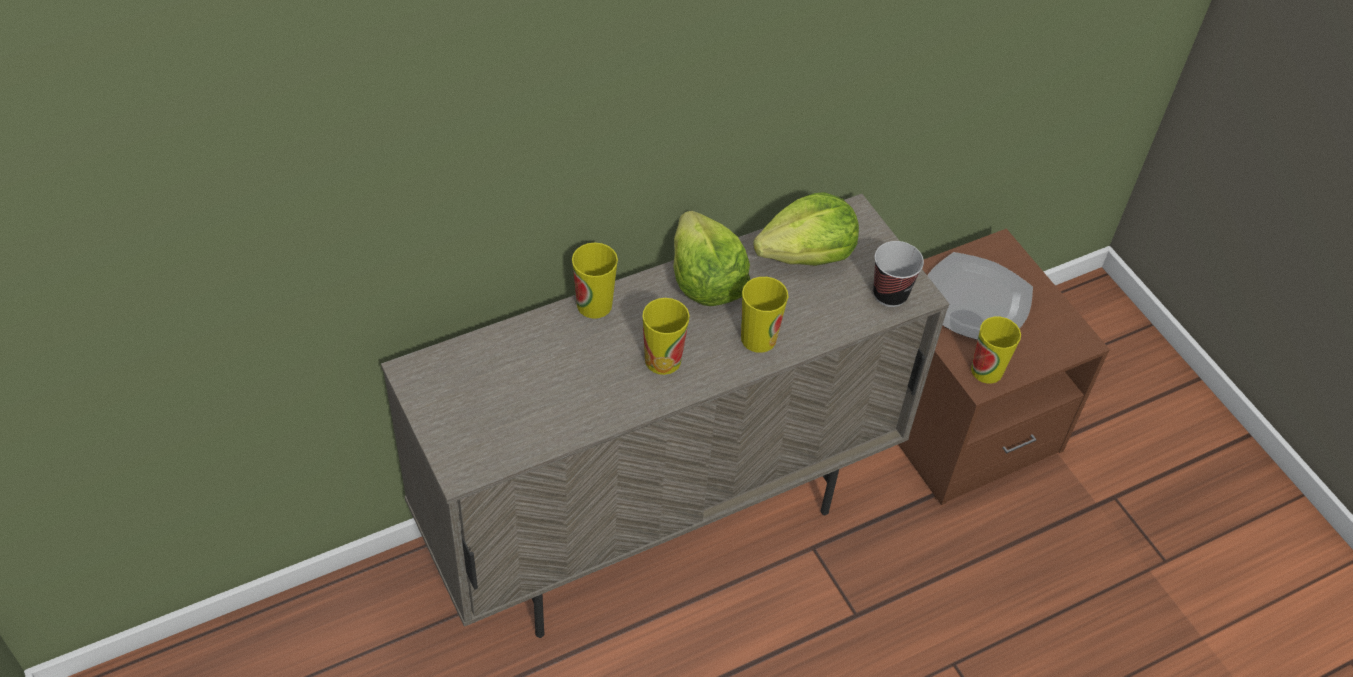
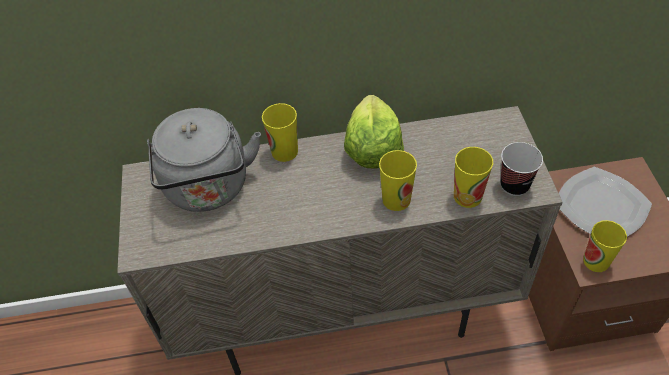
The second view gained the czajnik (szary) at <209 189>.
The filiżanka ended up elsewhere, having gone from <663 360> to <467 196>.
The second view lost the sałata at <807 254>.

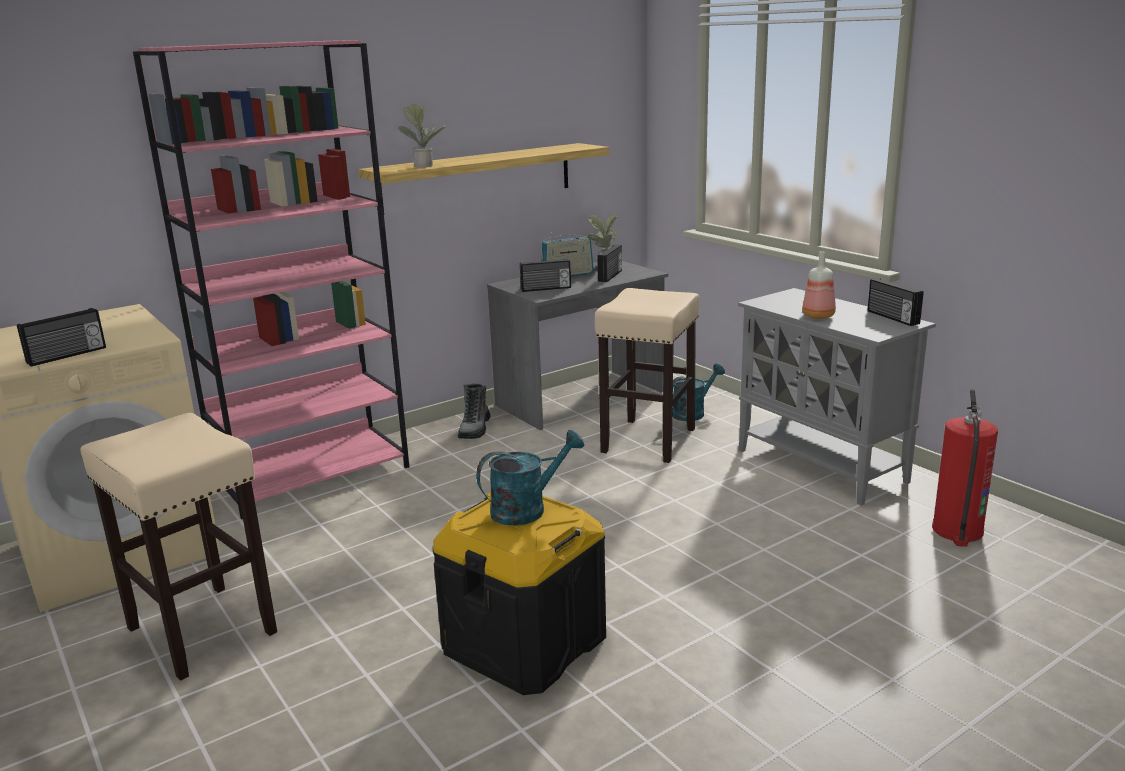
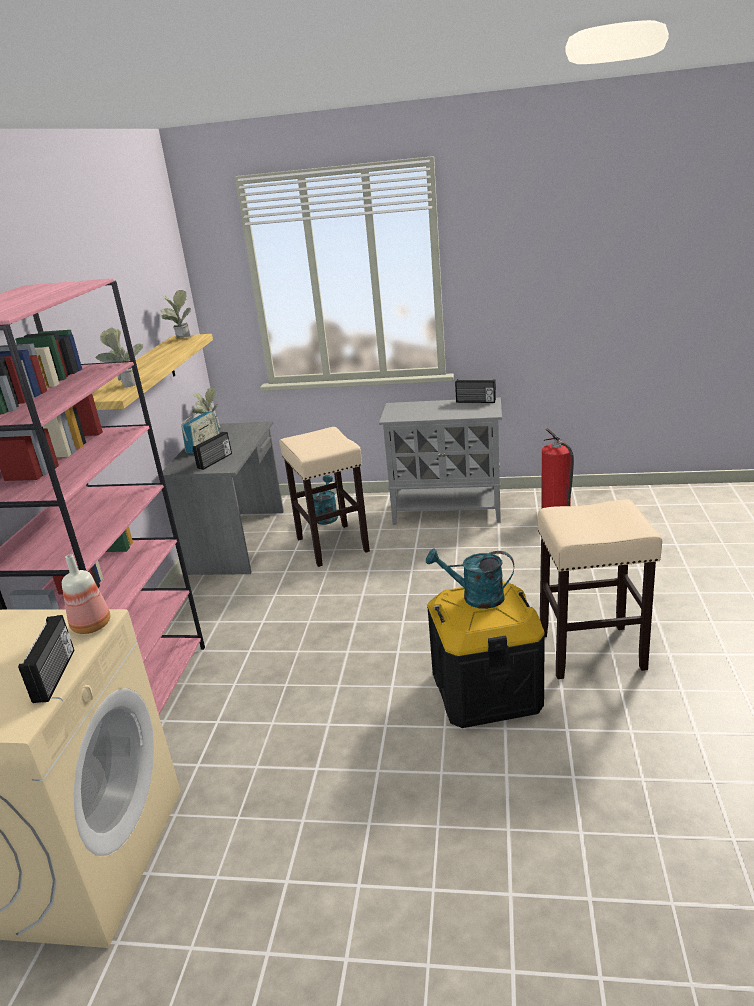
The butelka ended up elsewhere, having gone from <819 316> to <93 625>.
The second view gained the roślina doniczkowa at <181 339>.
The konewka (turkusowy) at <527 509> ended up facing another way, 90 degrees counterclockwise from before.
The stołek (beżowy) ended up elsewhere, having gone from <203 631> to <592 651>.
The second view lost the but z cholewką at <475 429>.
The second view lost the radio at <611 276>.

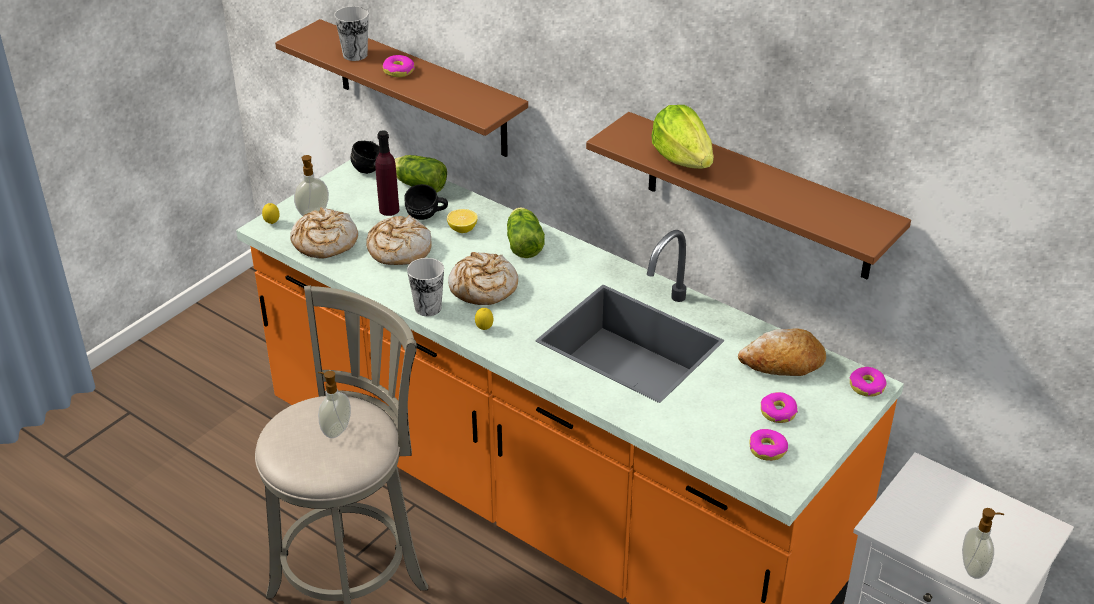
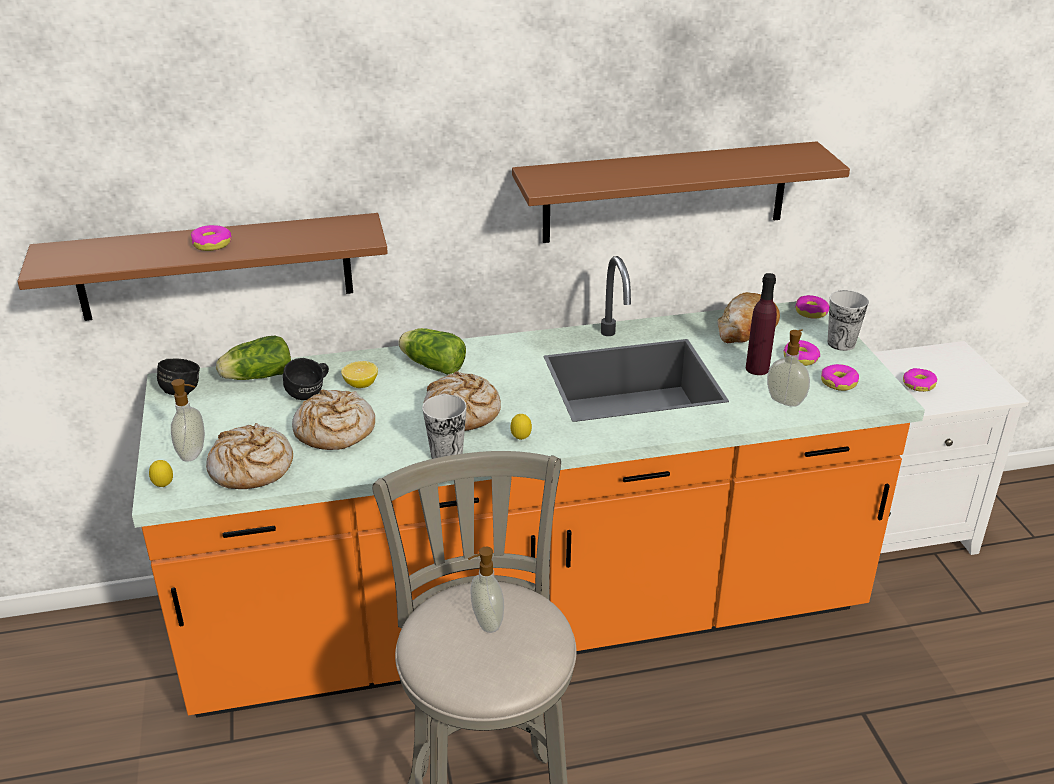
The butelka (fioletowy) ended up elsewhere, having gone from <389 210> to <757 369>.
The dozownik mydła ended up elsewhere, having gone from <974 568> to <785 400>.
The filiżanka ended up elsewhere, having gone from <355 55> to <841 343>.
The second view gained the donut at <918 384>.
The second view lost the sałata at <682 159>.

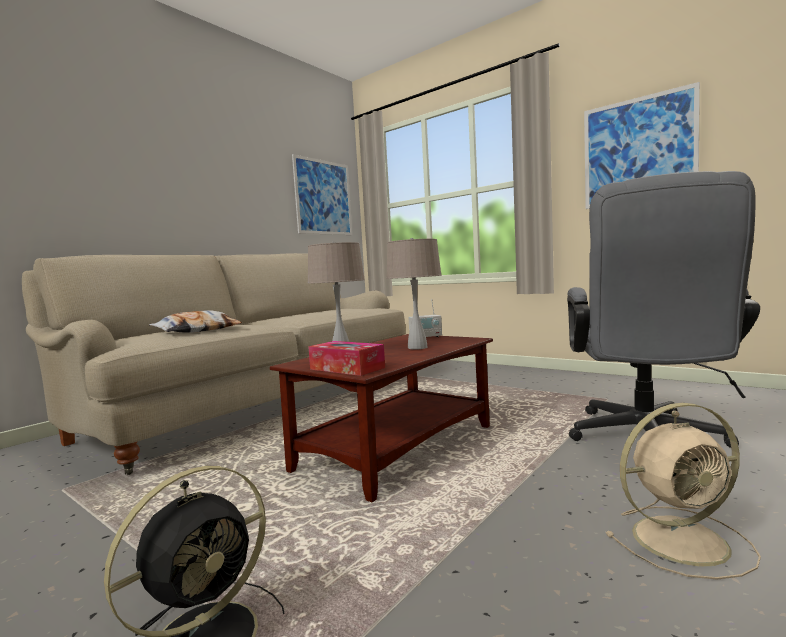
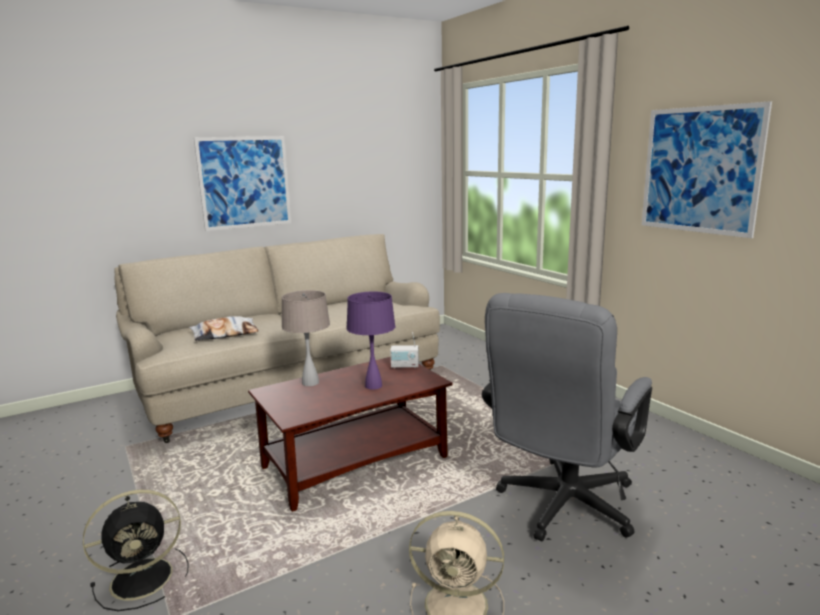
The obraz ended up elsewhere, having gone from <323 197> to <245 182>.
What was the lampa stołowa (beżowy) at <418 347> turned into the lampa stołowa (fioletowy) at <374 386>.
The second view lost the pudełko chusteczek at <347 368>.

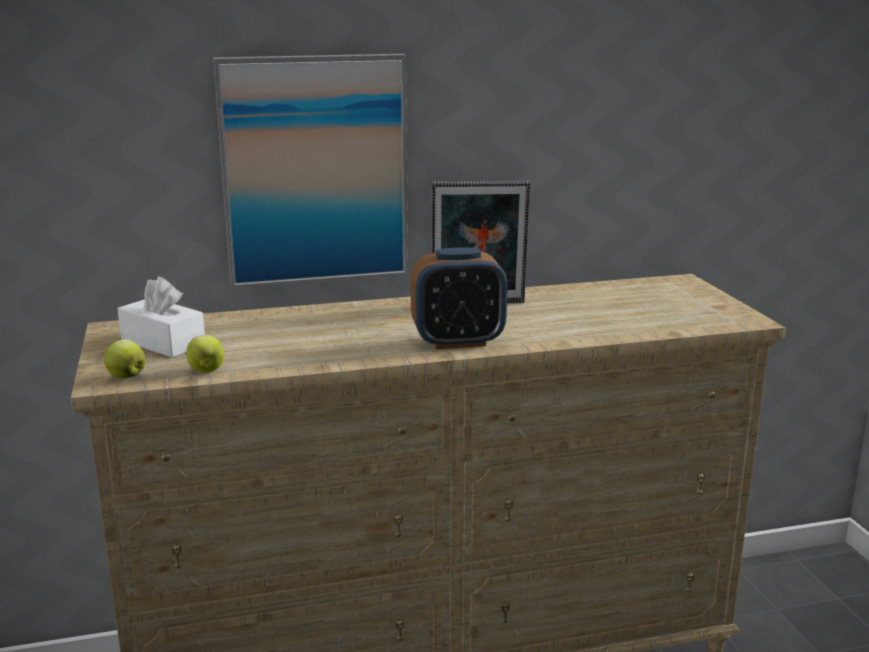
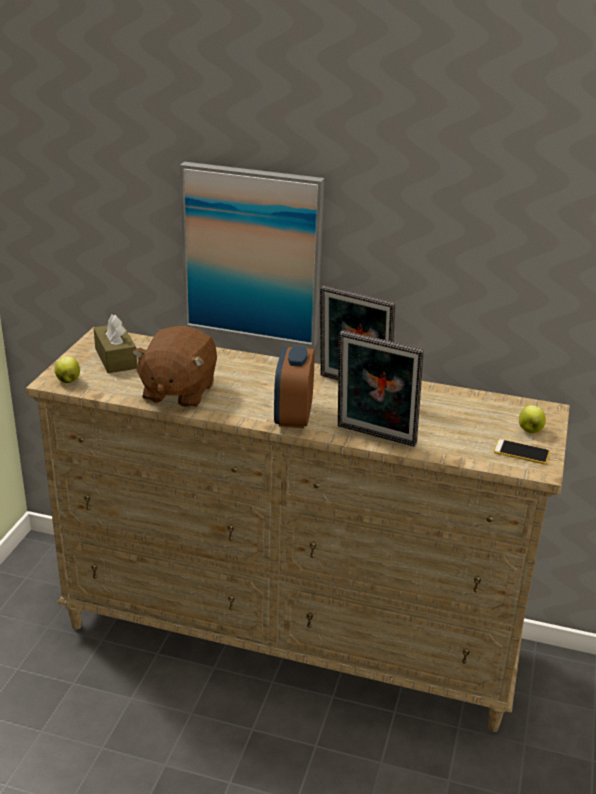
What was the pudełko chusteczek (biały) at <163 343> turned into the pudełko chusteczek (brązowy) at <116 358>.
The second view gained the pluszak (brązowy) at <178 392>.
The budzik at <458 341> ended up facing another way, 75 degrees clockwise from before.
The second view gained the ramka na zdjęcie at <374 437>.
The second view gained the telefon at <521 452>.
The jabłko ended up elsewhere, having gone from <206 371> to <530 430>.

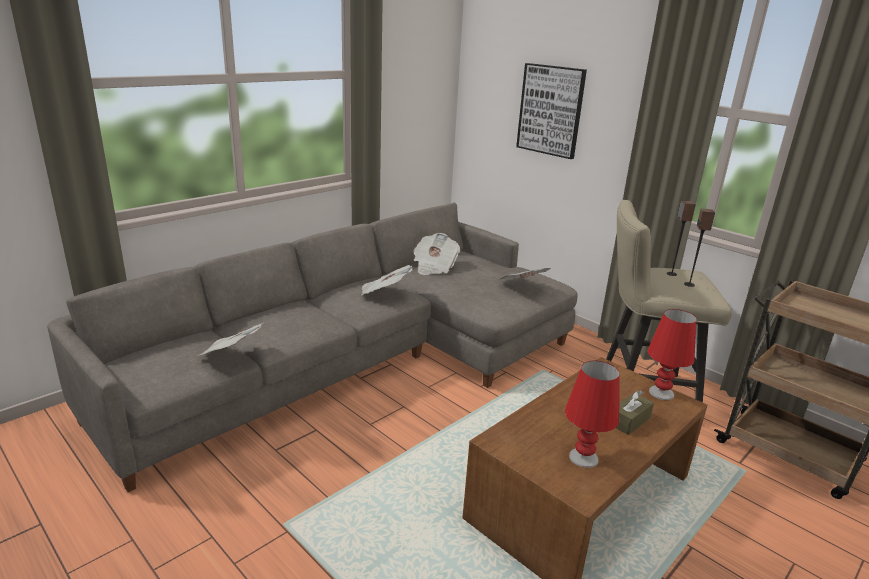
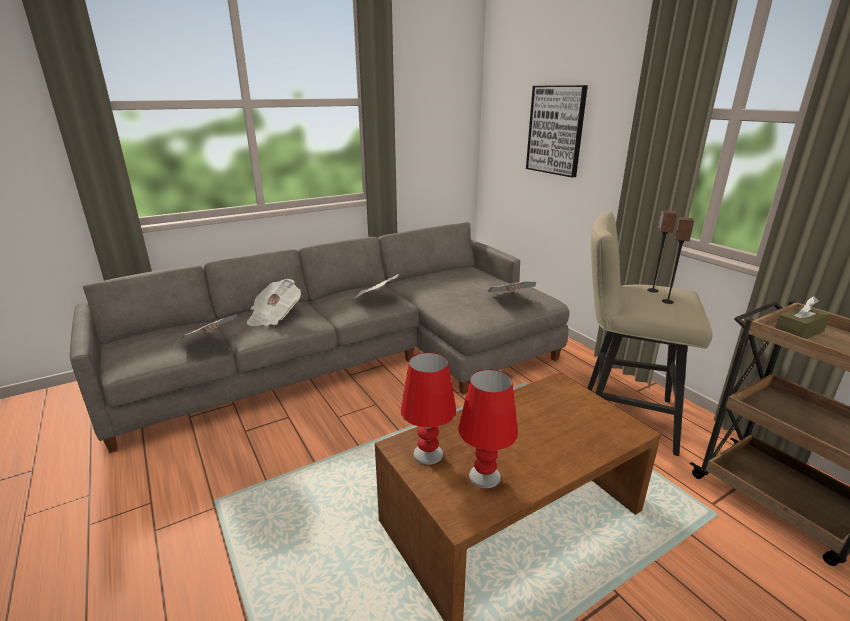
The gazeta ended up elsewhere, having gone from <434 267> to <274 316>.
The lampa stołowa (czerwony) ended up elsewhere, having gone from <661 393> to <428 454>.
The pudełko chusteczek (brązowy) ended up elsewhere, having gone from <629 421> to <798 332>.

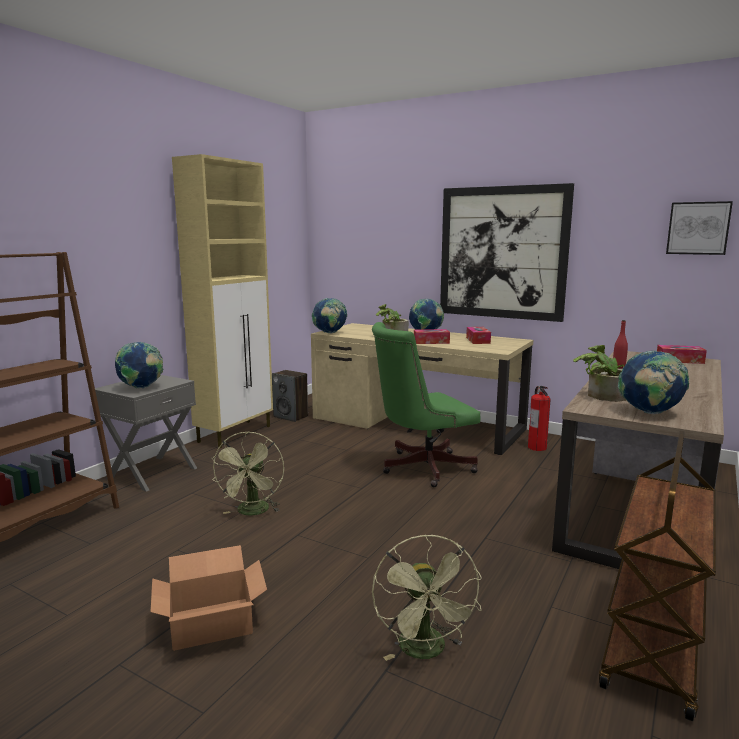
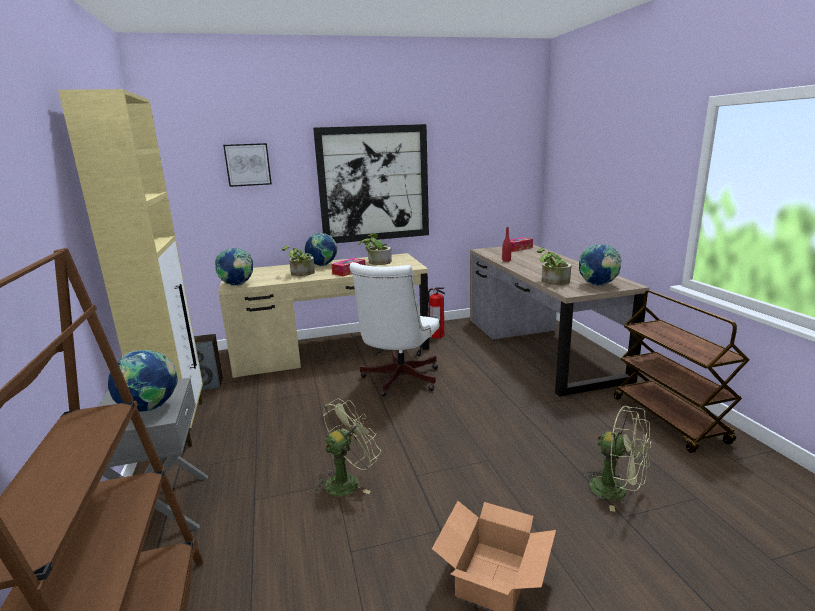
The obraz ended up elsewhere, having gone from <698 228> to <248 164>.
The wentylator (zielony) at <253 512> ended up facing another way, 90 degrees counterclockwise from before.
What was the krzesło biurowe (zielony) at <421 468> turned into the krzesło biurowe (biały) at <398 381>.
Where the pudełko chusteczek stood at <478 340>, the roślina doniczkowa came to stand at <376 262>.

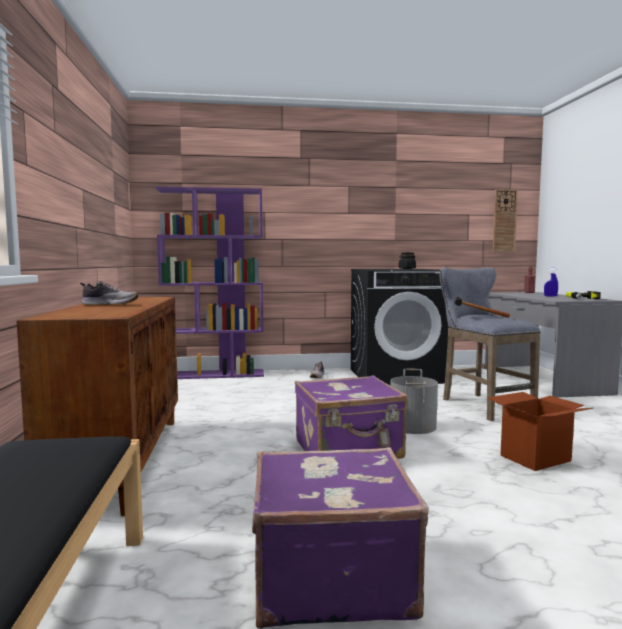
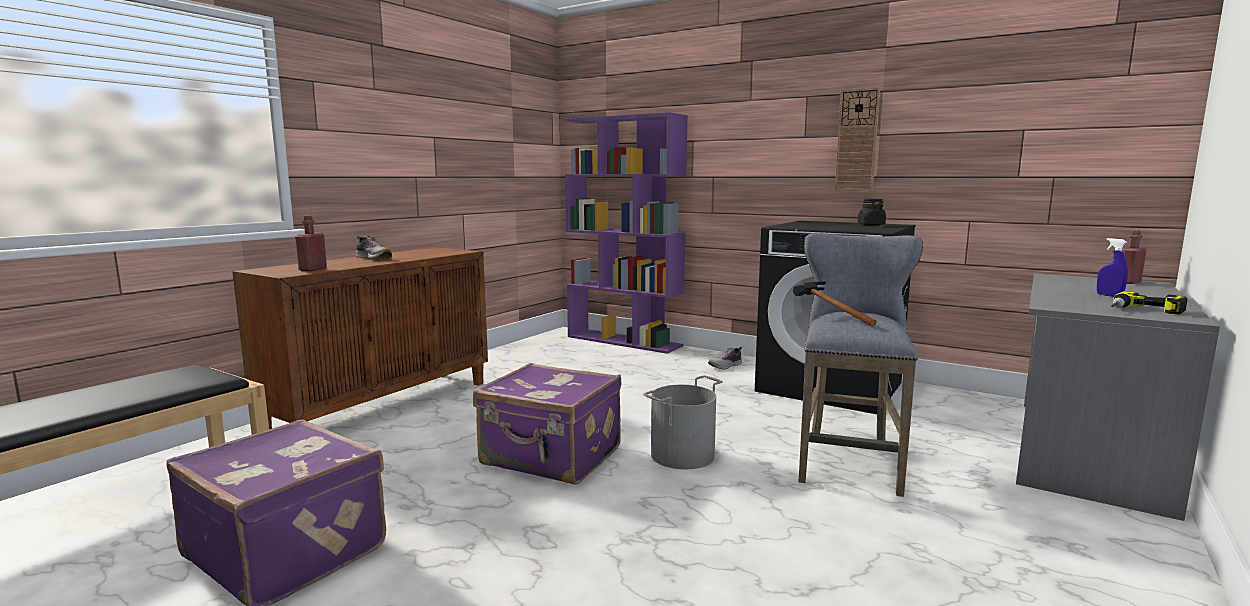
The second view gained the butelka (czerwony) at <313 269>.
The zegar ścienny ended up elsewhere, having gone from <504 221> to <857 140>.
The second view lost the karton at <535 458>.

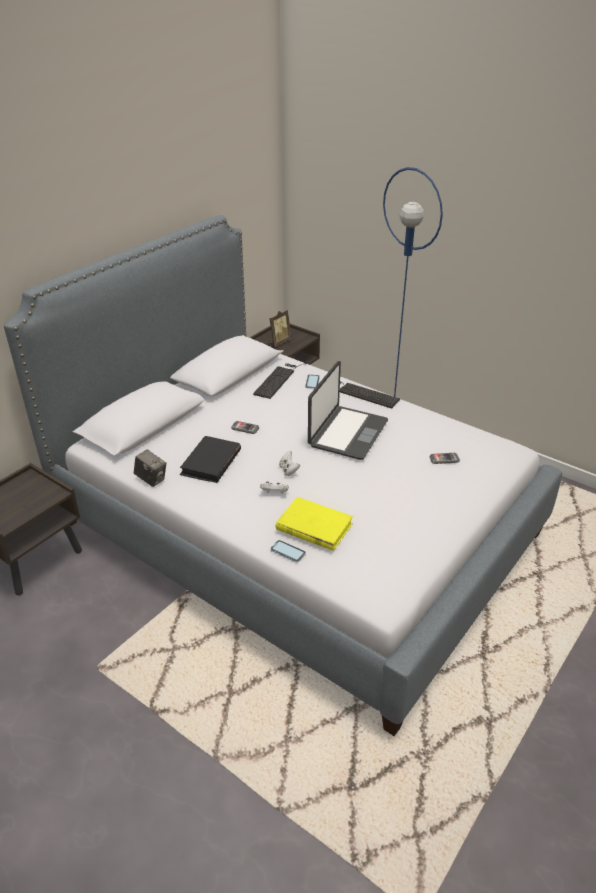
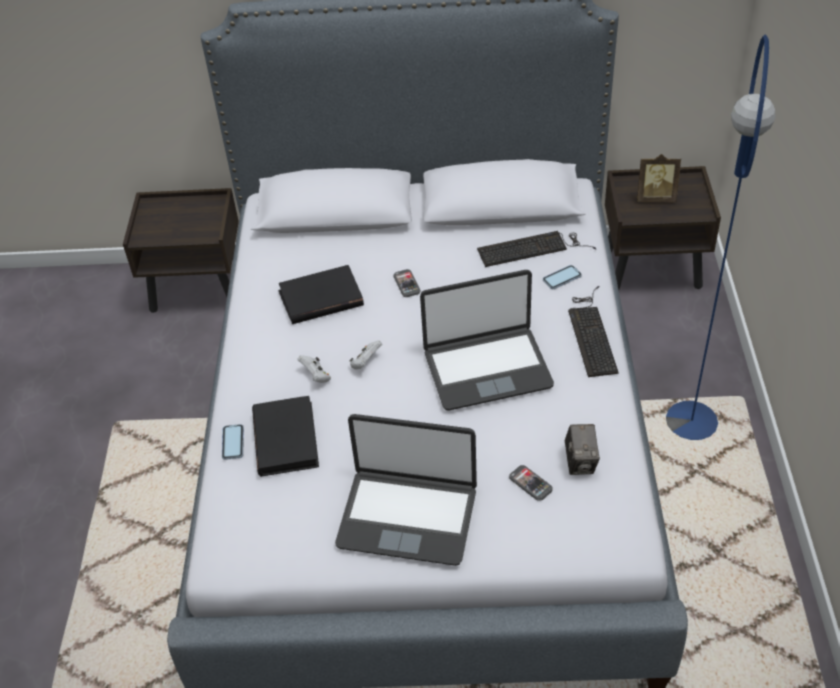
What was the książka (żółty) at <313 527> turned into the książka (czarny) at <285 439>.
The second view gained the laptop at <407 516>.
The aparat fotograficzny ended up elsewhere, having gone from <151 479> to <580 462>.

